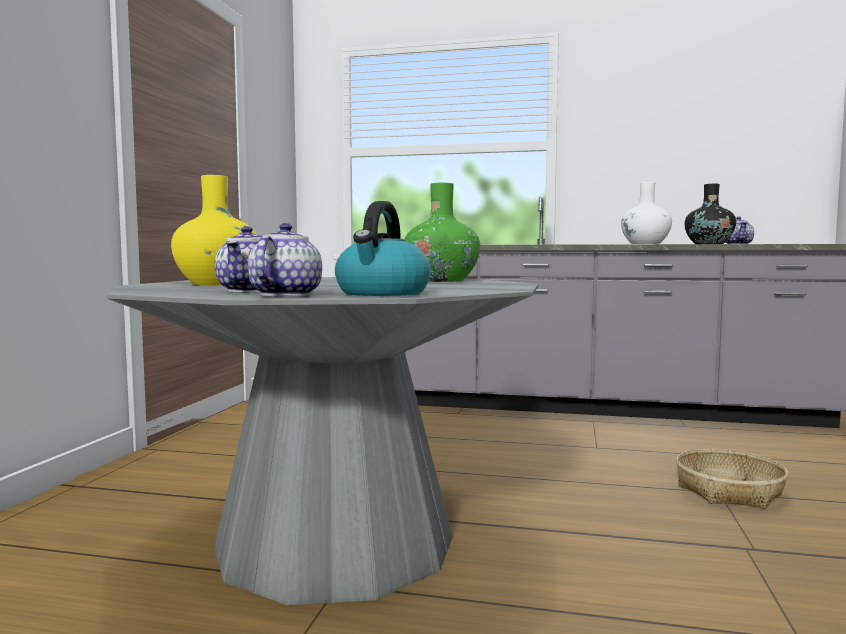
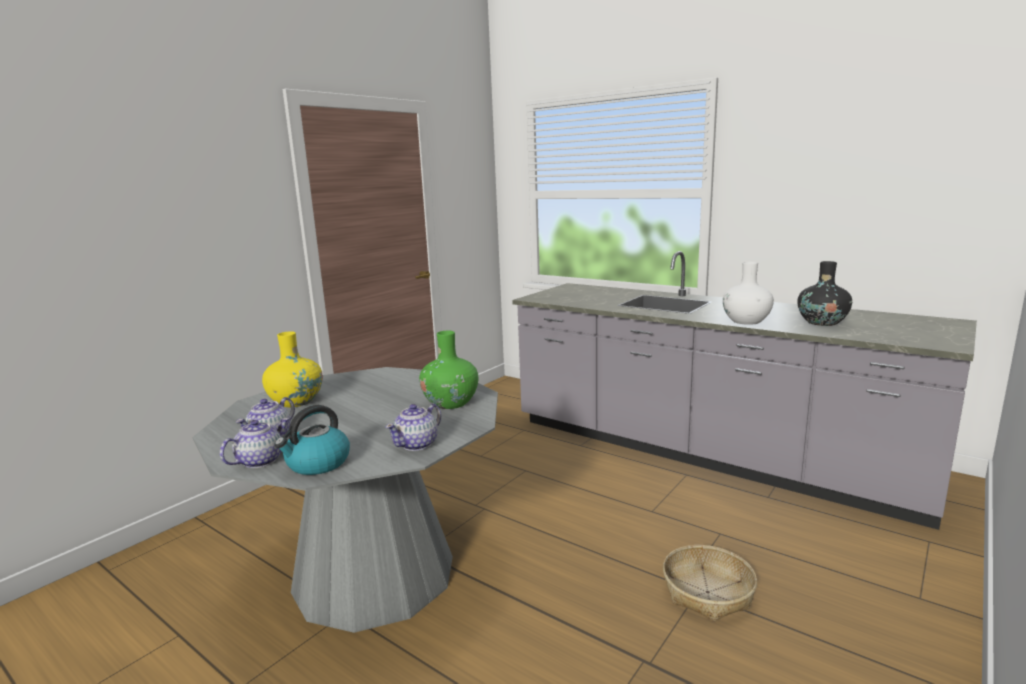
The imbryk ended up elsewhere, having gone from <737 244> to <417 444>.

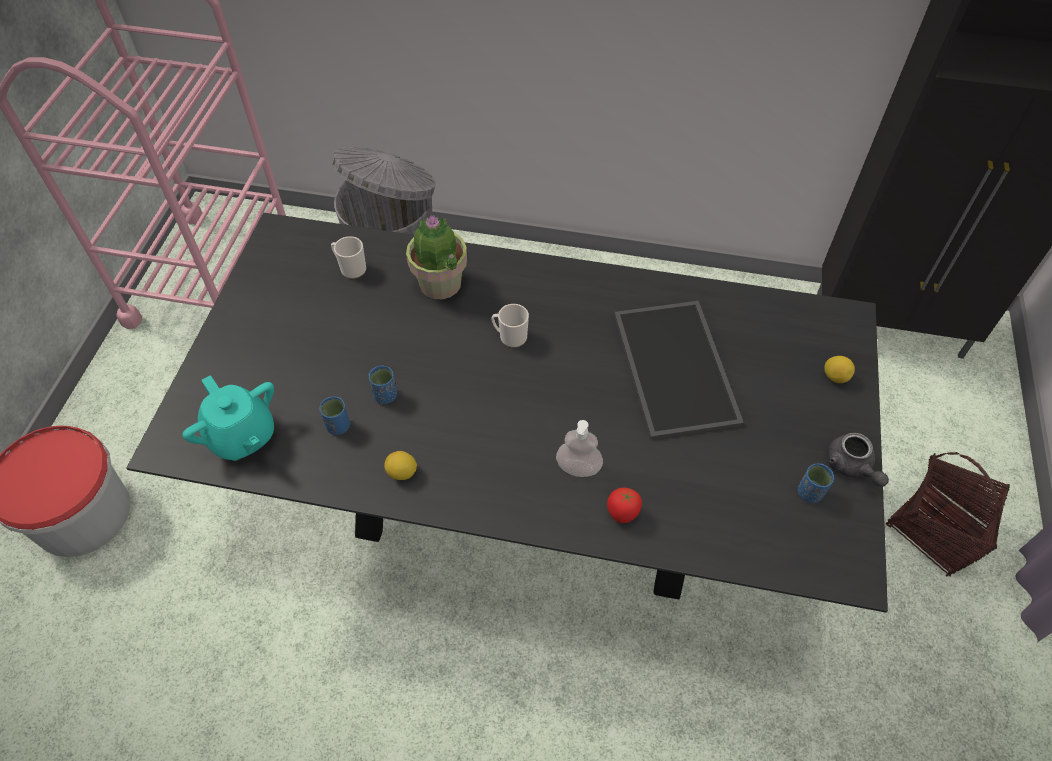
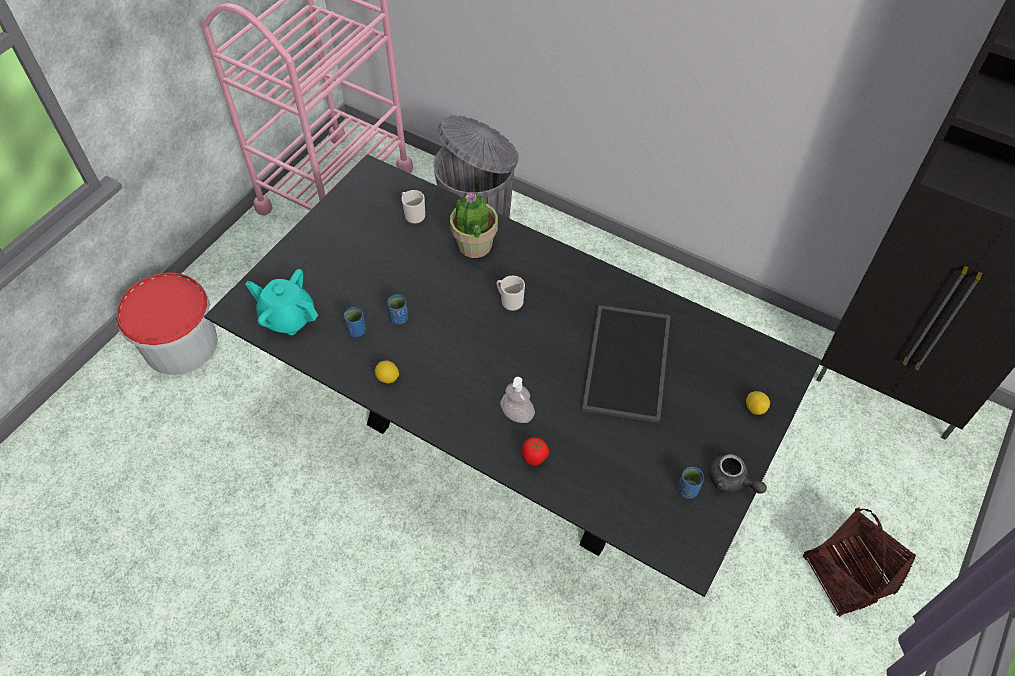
The imbryk (turkusowy) at <242 436> ended up facing another way, 135 degrees clockwise from before.
The imbryk (szary) at <851 467> ended up facing another way, 45 degrees counterclockwise from before.

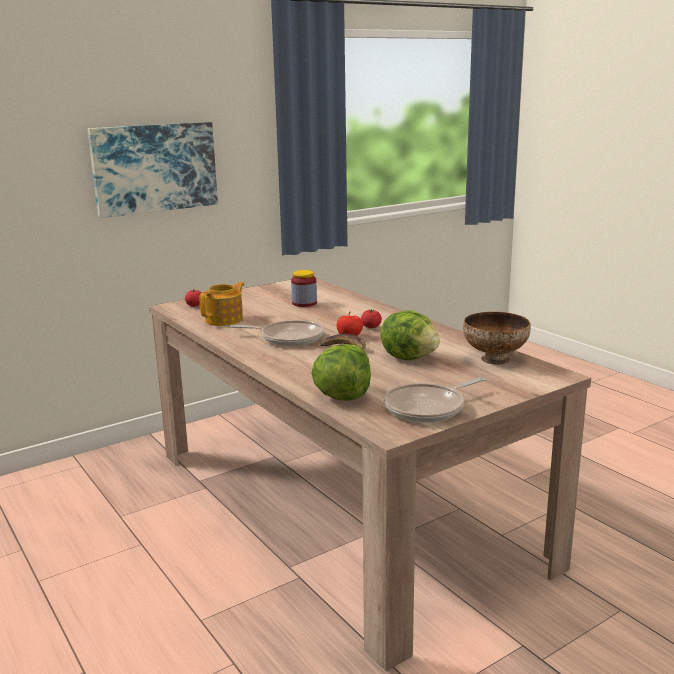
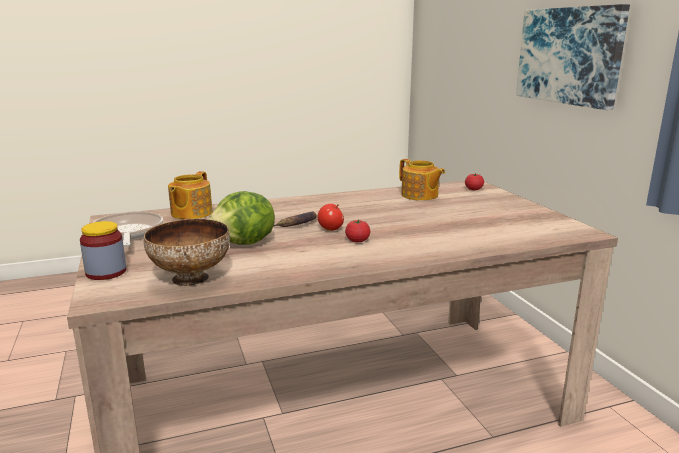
The słoik ended up elsewhere, having gone from <304 303> to <106 272>.
Where the sałata stood at <342 397>, the imbryk came to stand at <190 213>.
The second view lost the patelnia at <288 338>.

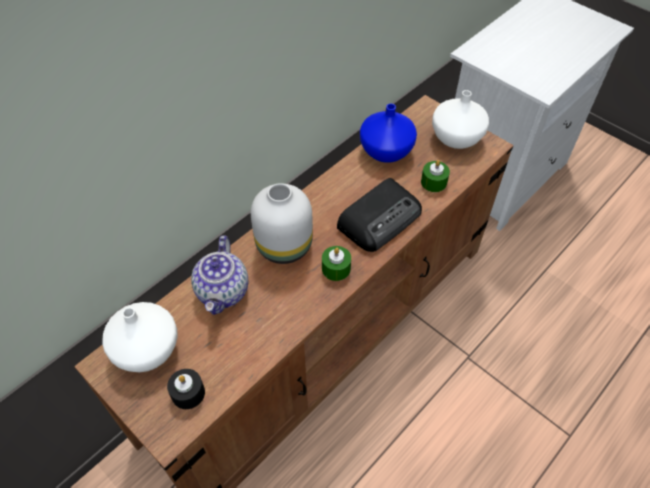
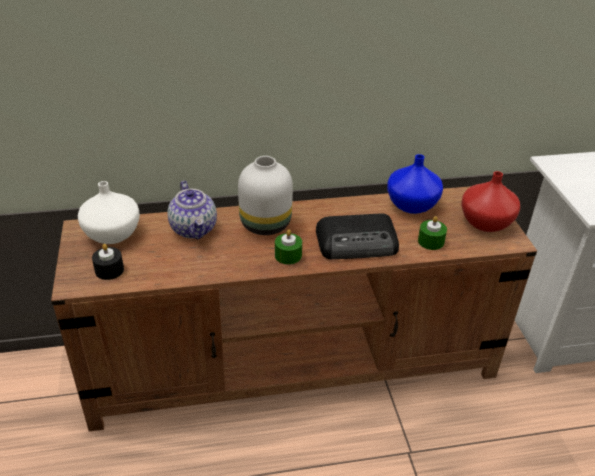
The imbryk at <223 292> ended up facing another way, 60 degrees counterclockwise from before.
What was the wazon (biały) at <457 138> turned into the wazon (czerwony) at <485 223>.

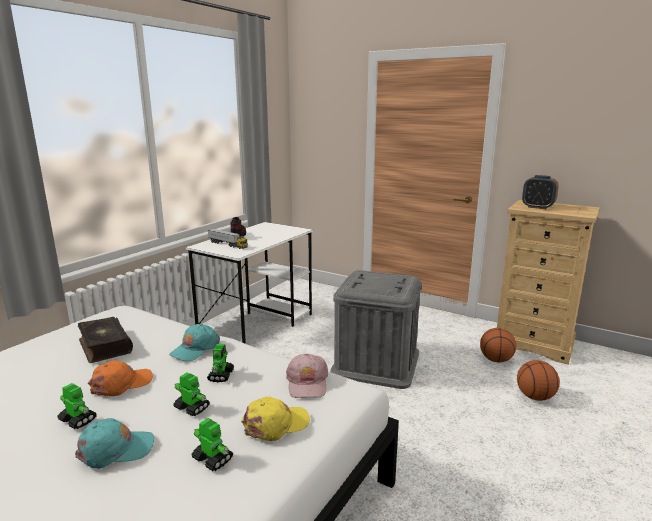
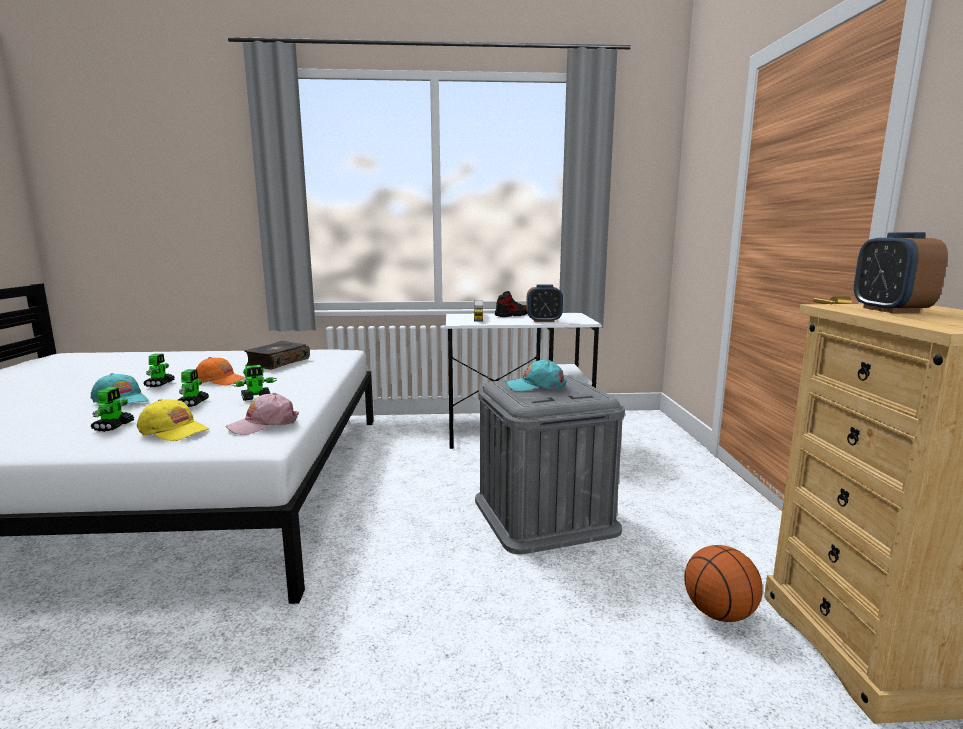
The czapka z daszkiem (turkusowy) ended up elsewhere, having gone from <195 349> to <536 386>.
The second view gained the budzik at <544 321>.
The second view lost the piłka do koszykówki at <535 397>.

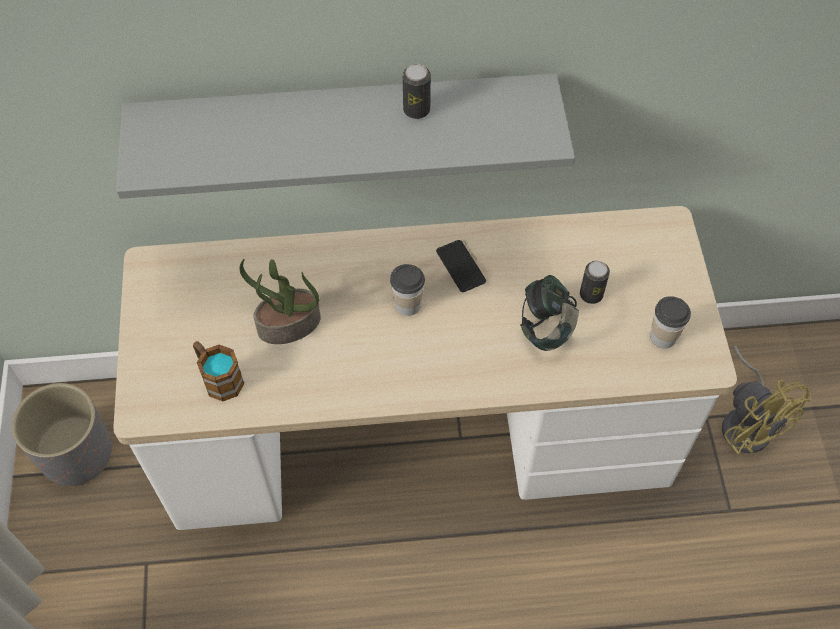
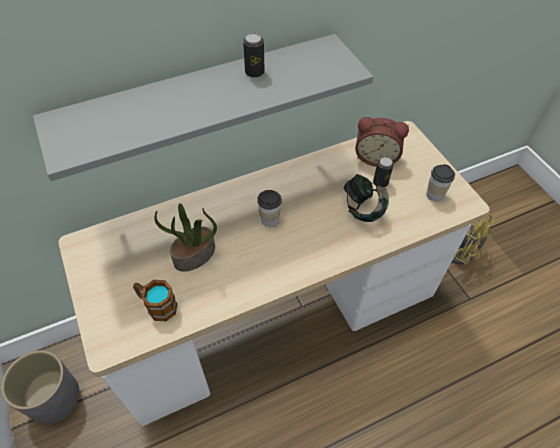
The second view gained the budzik at <376 156>.
The second view lost the telefon at <460 266>.

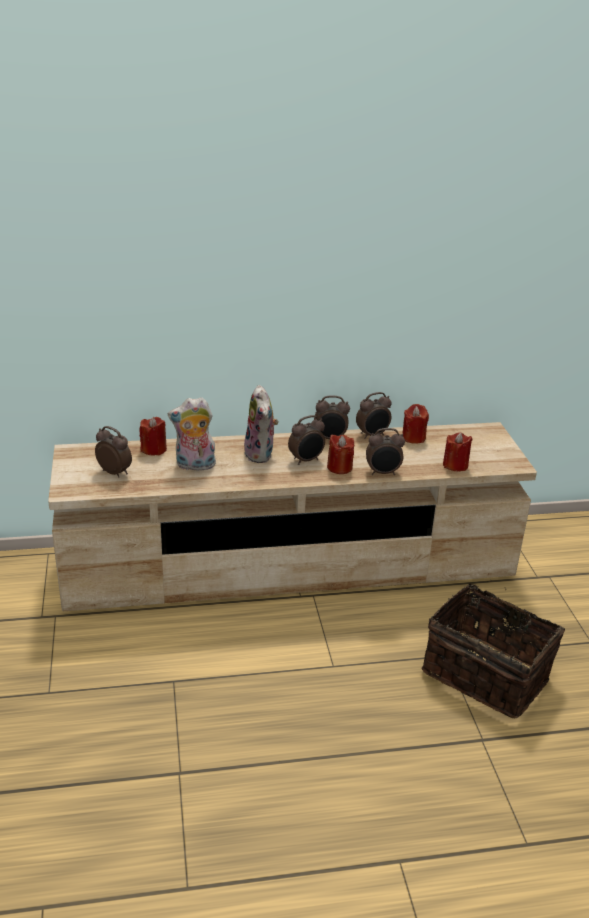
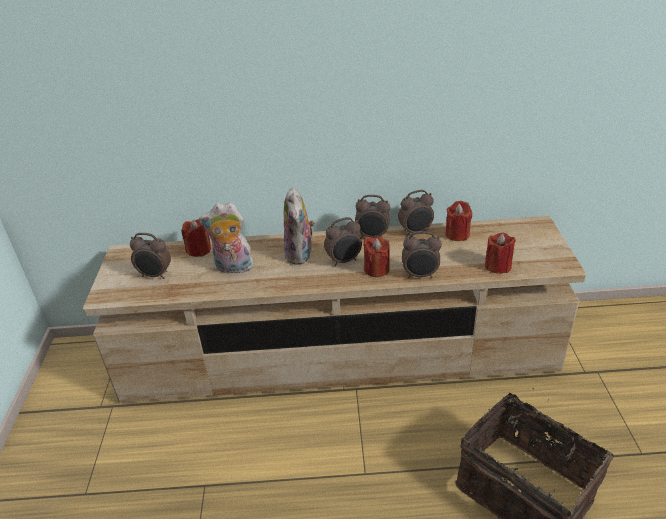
The budzik at <115 472> ended up facing another way, 150 degrees clockwise from before.

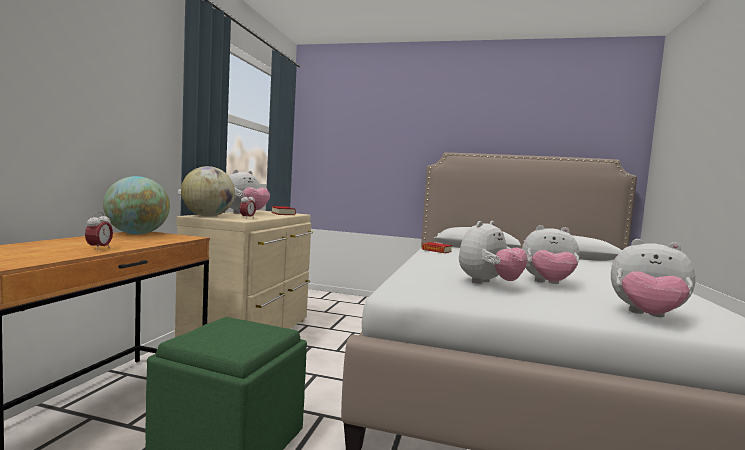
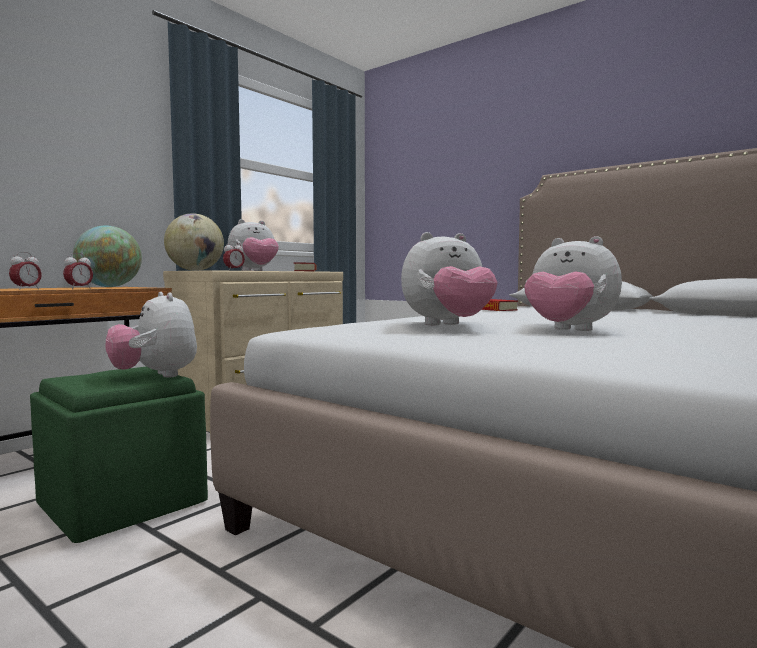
The second view gained the budzik at <79 288>.
The pluszak ended up elsewhere, having gone from <647 316> to <155 376>.

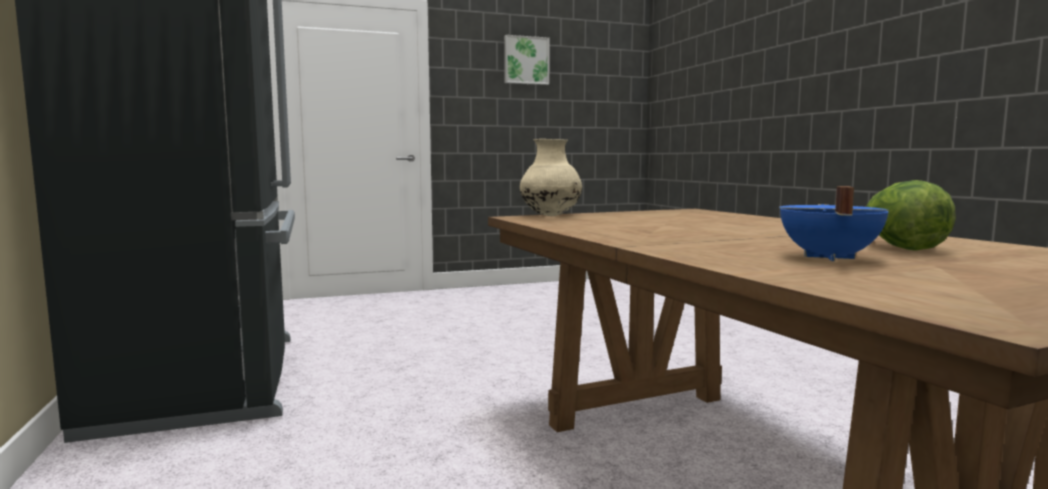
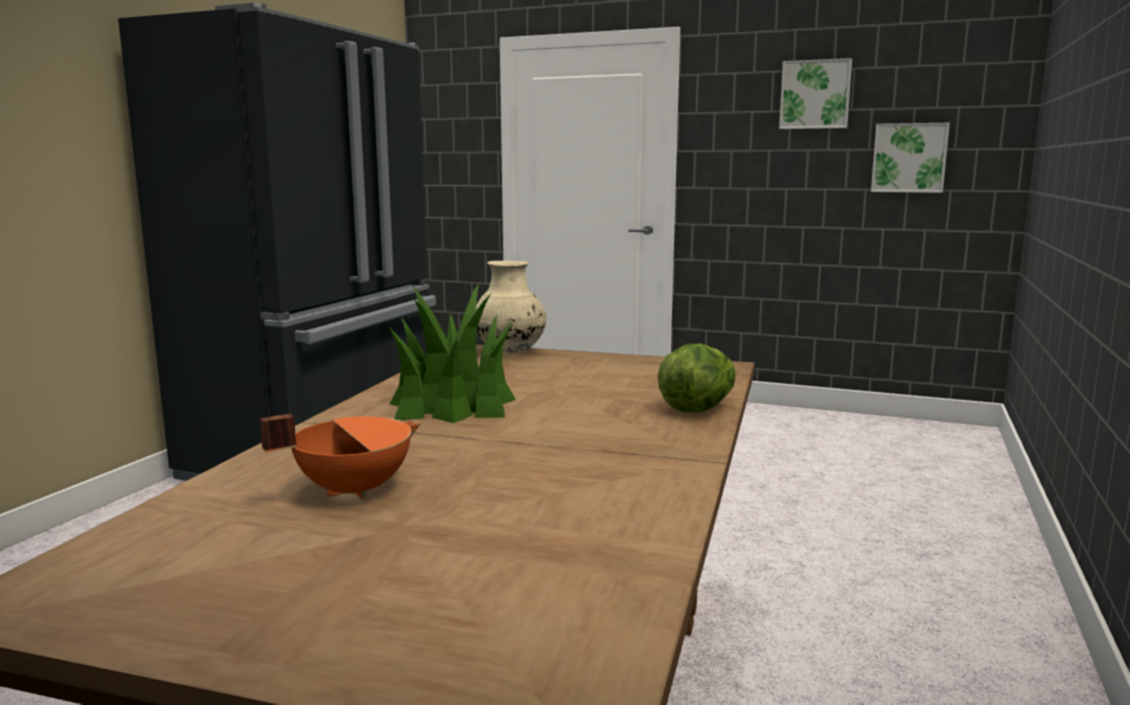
What was the garnek (niebieski) at <827 257> turned into the garnek (pomarańczowy) at <353 489>.
The second view gained the roślina doniczkowa at <453 402>.
The sałata ended up elsewhere, having gone from <901 248> to <698 408>.
The second view gained the obraz at <909 158>.

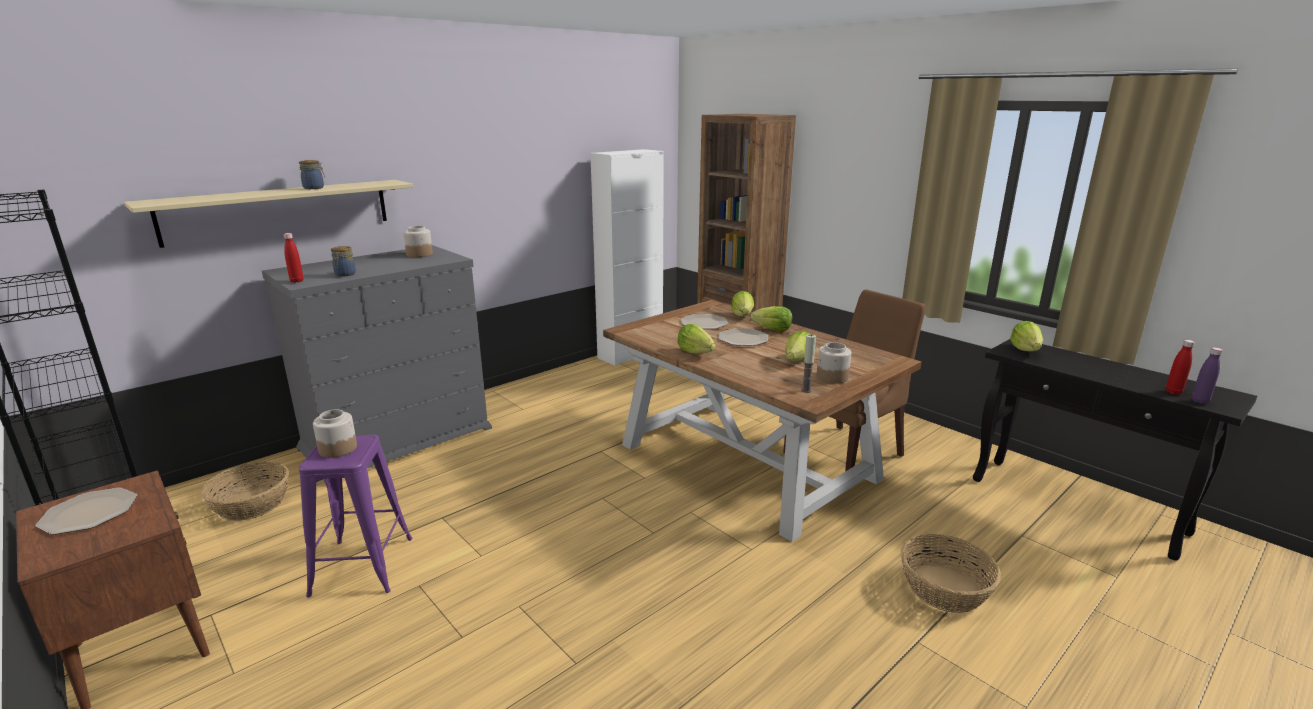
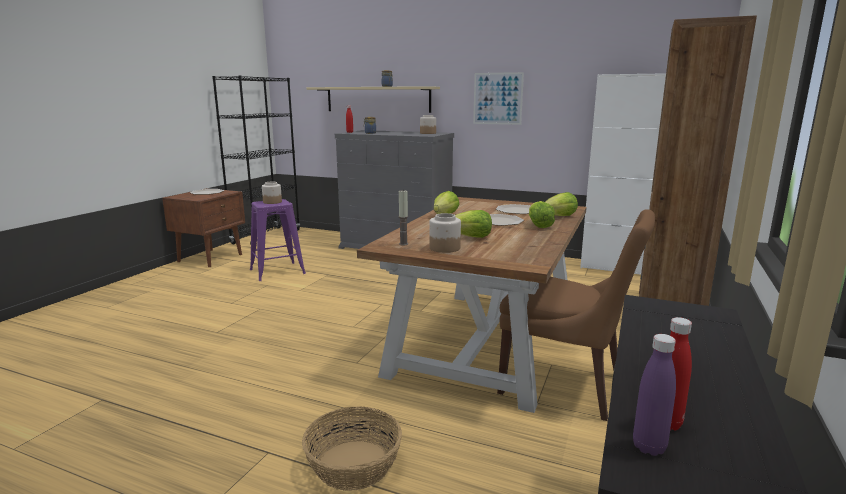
The second view gained the obraz at <497 98>.
The second view lost the koszyk at <252 504>.
The second view lost the sałata at <1025 350>.

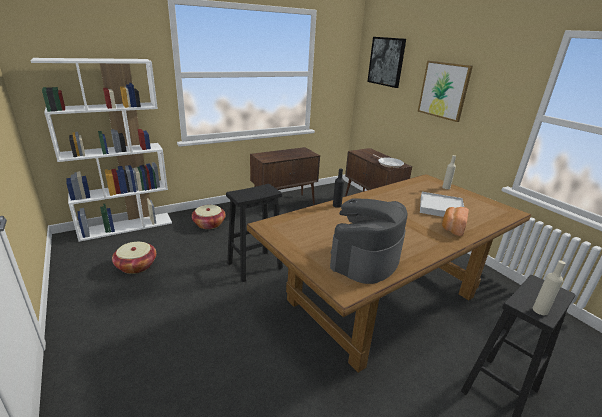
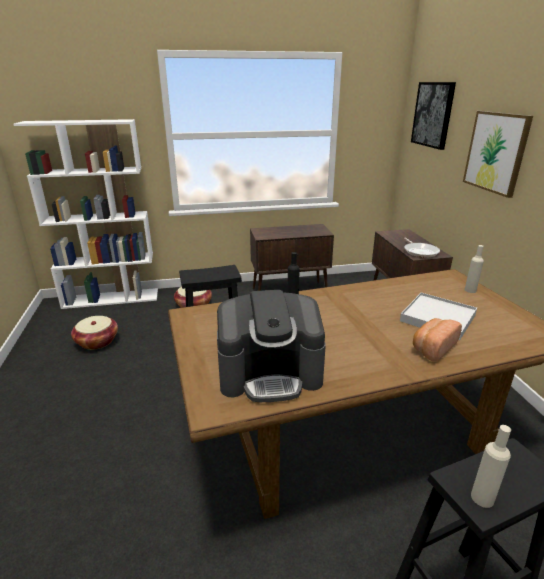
The ekspres do kawy at <365 259> ended up facing another way, 150 degrees counterclockwise from before.

